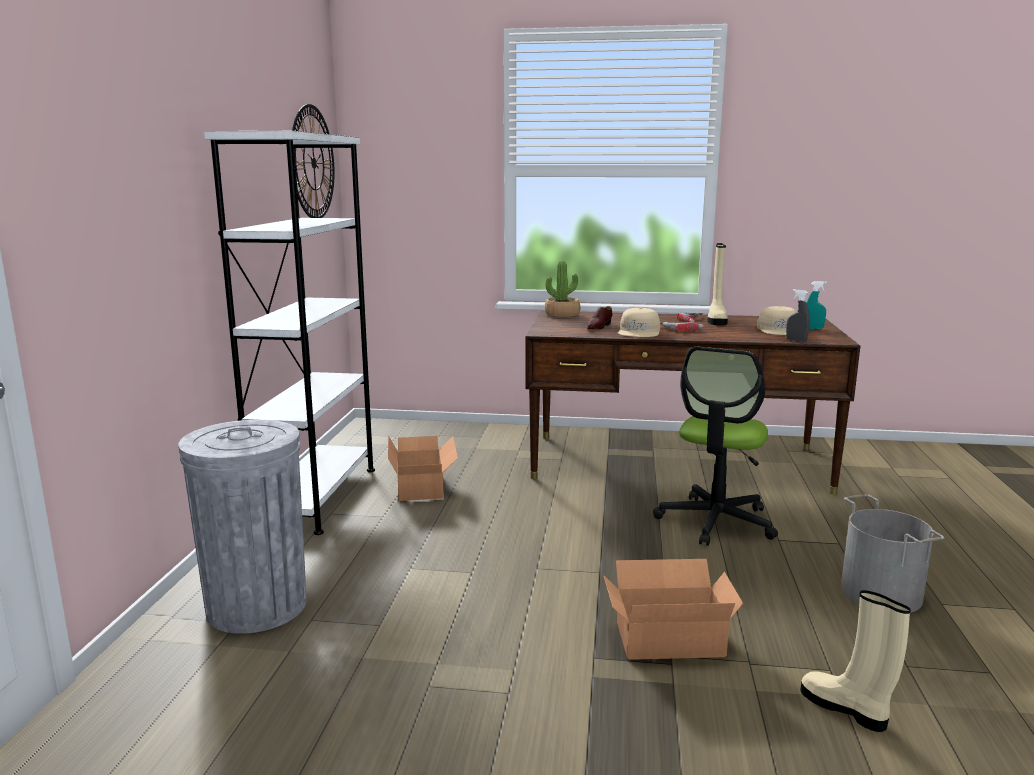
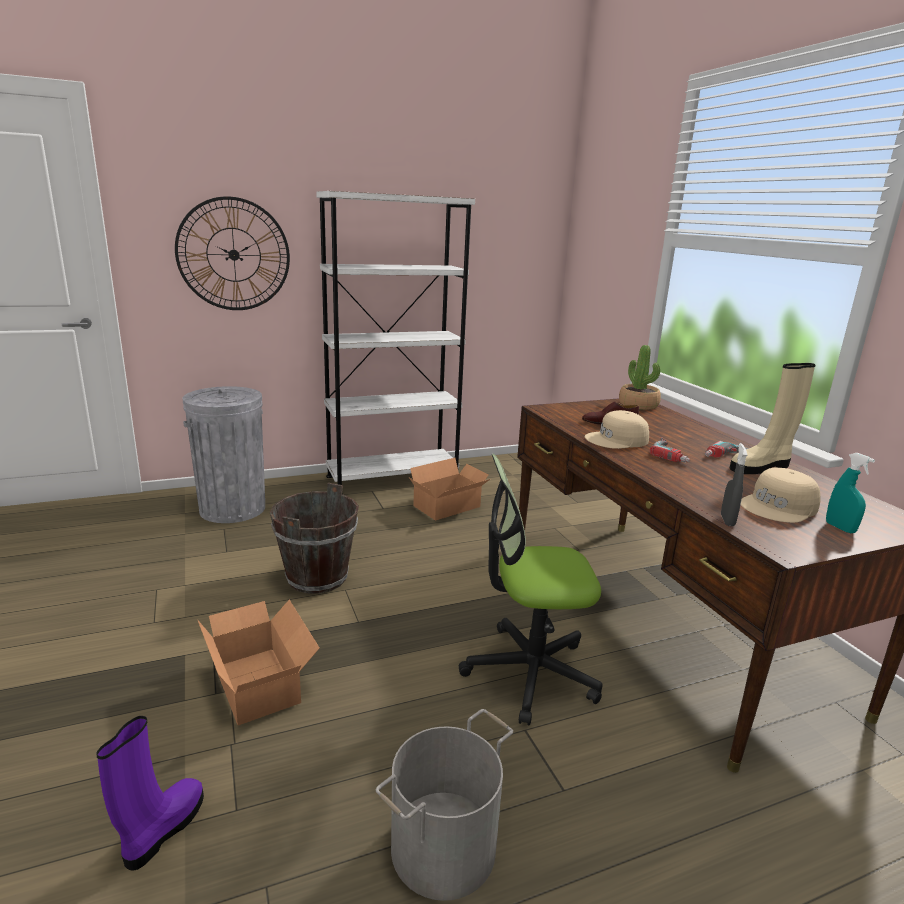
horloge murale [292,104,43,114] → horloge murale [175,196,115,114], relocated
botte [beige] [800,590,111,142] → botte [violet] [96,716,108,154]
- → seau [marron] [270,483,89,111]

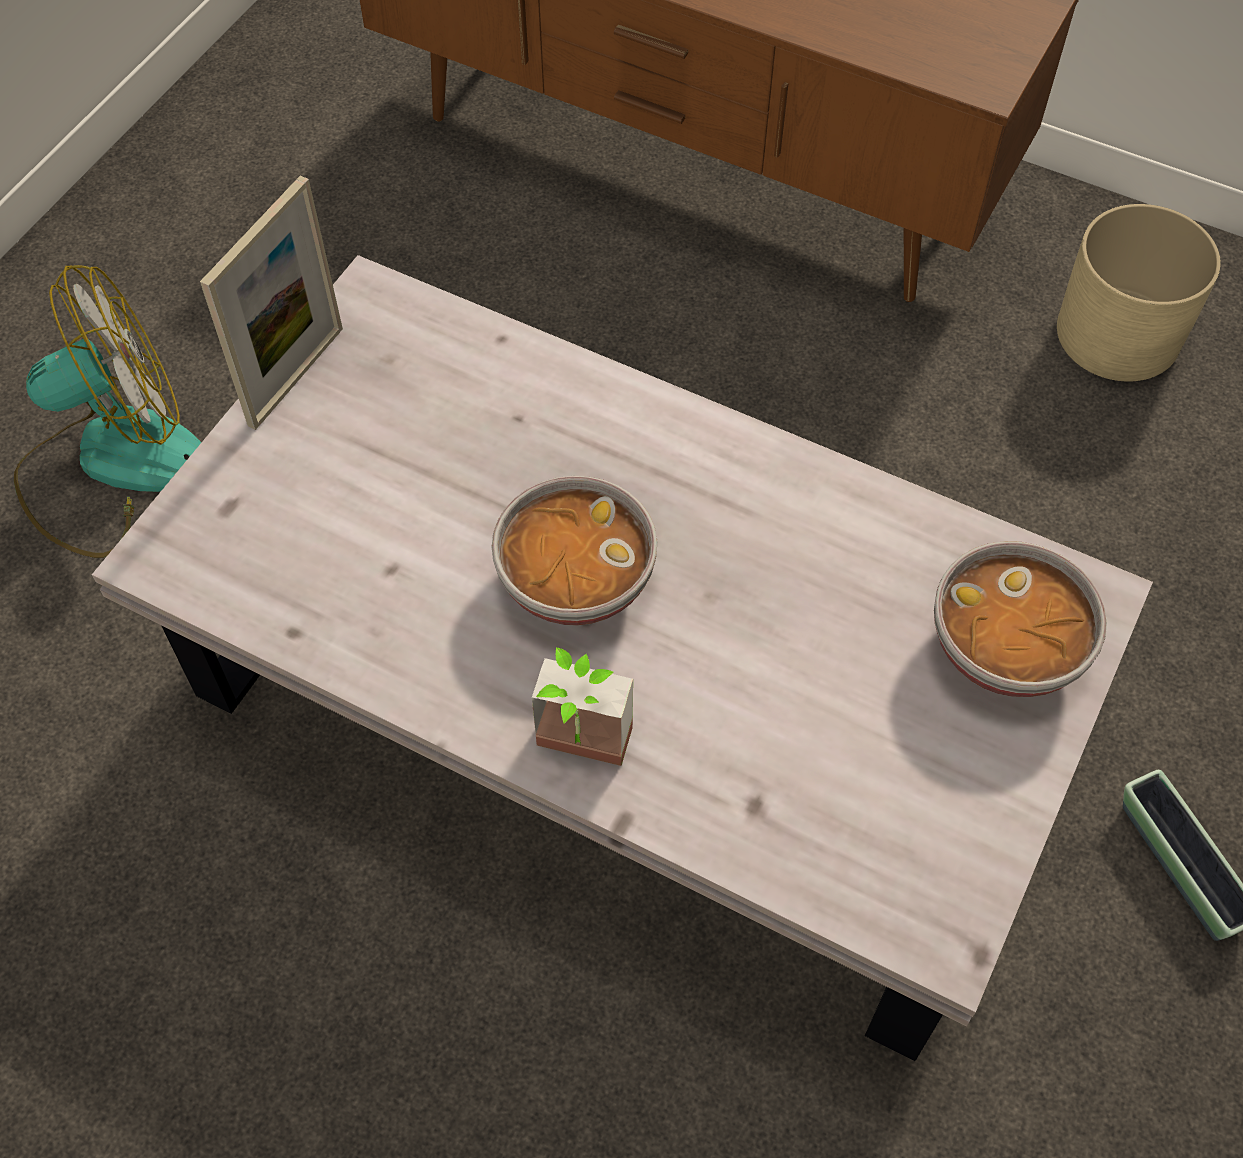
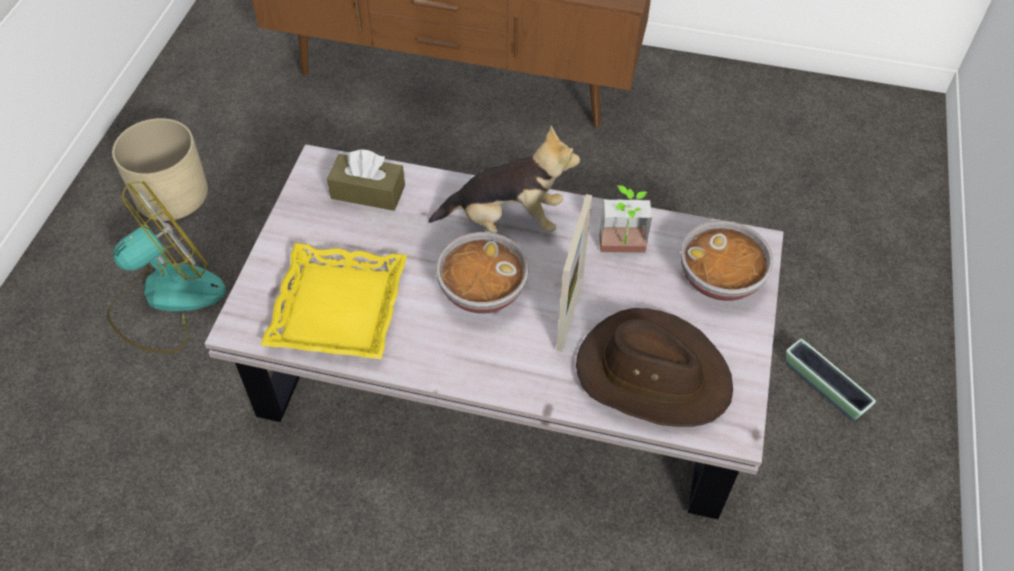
cadre photo [200,176,143,254] → cadre photo [556,194,36,158], relocated
plante en pot [532,647,101,119] → plante en pot [599,185,53,68], relocated
cache-pot [beige] [1057,204,164,178] → cache-pot [beige] [112,118,96,103], relocated
- → plateau [jaune] [261,243,146,116]
- → boîte à mouchoirs [marron] [327,149,78,62]
- → peluche [429,126,151,108]
- → chapeau [marron] [576,308,157,119]

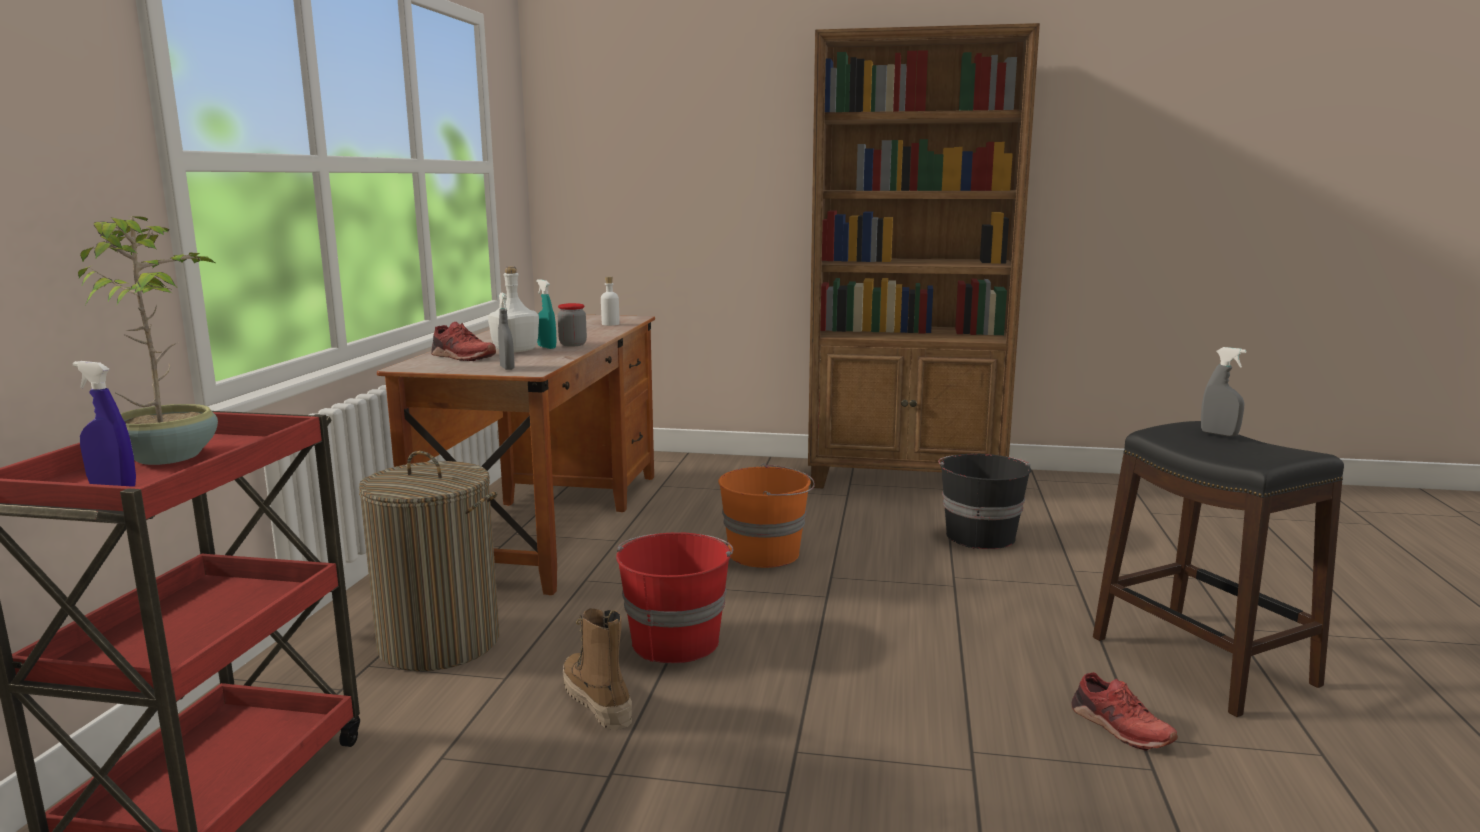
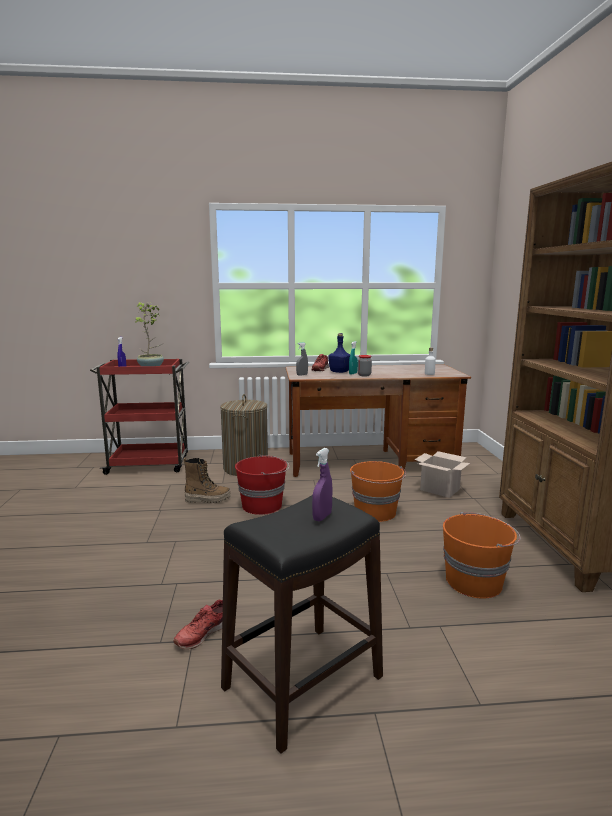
bouteille [blanc] [488,266,51,86] → bouteille [bleu] [329,333,21,40]
botte [563,608,69,122] → botte [184,458,47,45], 45 degrees clockwise
seau [noir] [938,454,93,95] → seau [orange] [443,512,77,87]
vaporisateur [gris] [1201,347,45,89] → vaporisateur [violet] [312,448,20,73]
- → carton [414,451,56,47]

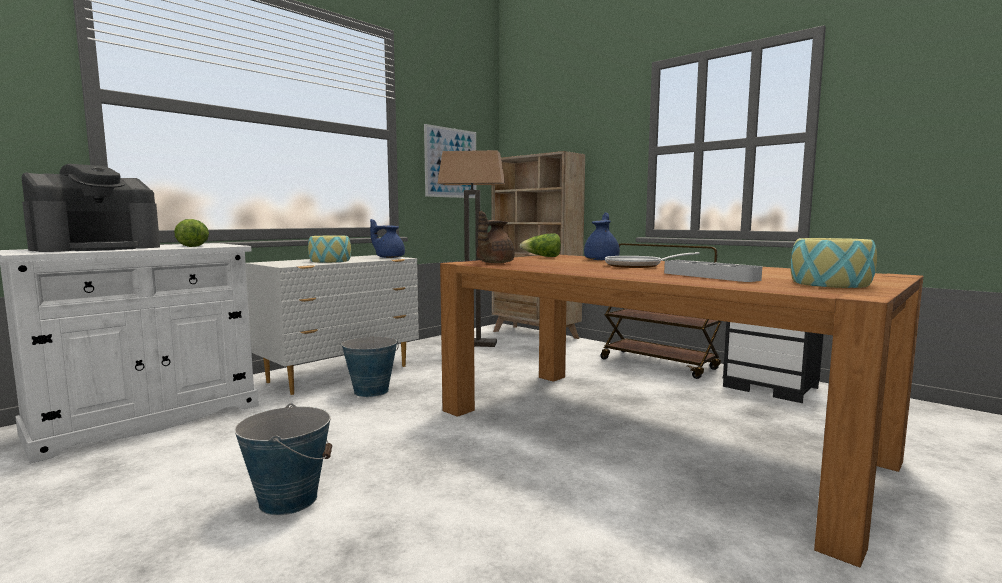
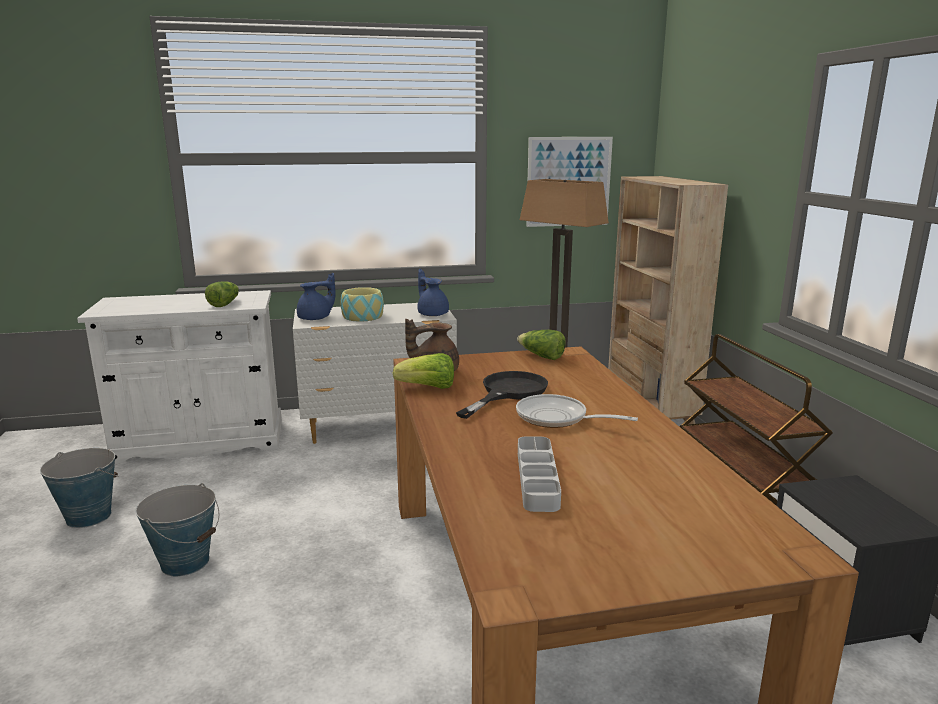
machine à café [21,164,139,88] → -
seau [341,336,58,61] → seau [40,448,79,80], relocated
théière [bleu] [584,212,36,48] → théière [bleu] [297,273,39,47], relocated
bol [791,238,86,50] → -
- → laitue [393,353,61,36]
- → poêle [noir] [456,371,92,48]

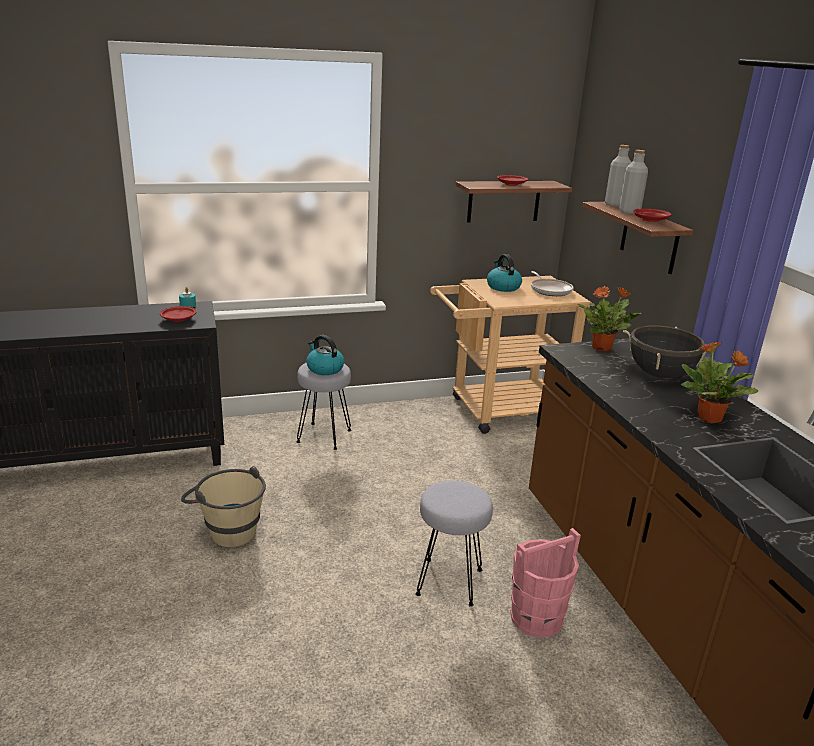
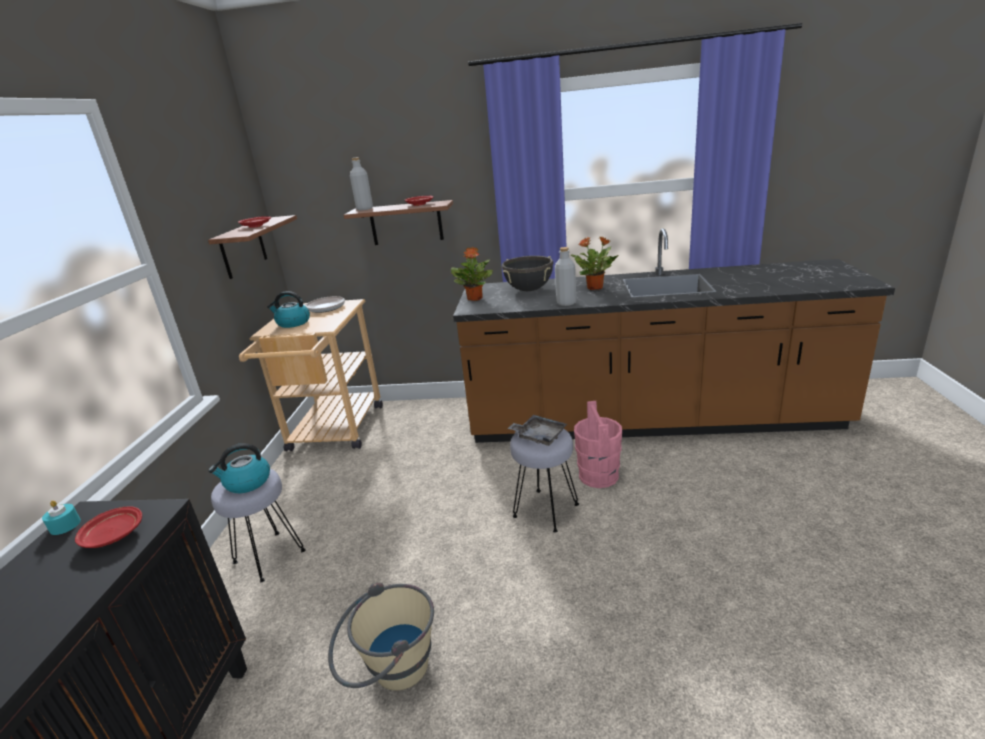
bouteille [gris] [619,150,29,64] → bouteille [gris] [555,247,21,59], relocated
- → plateau [gris] [507,415,60,31]

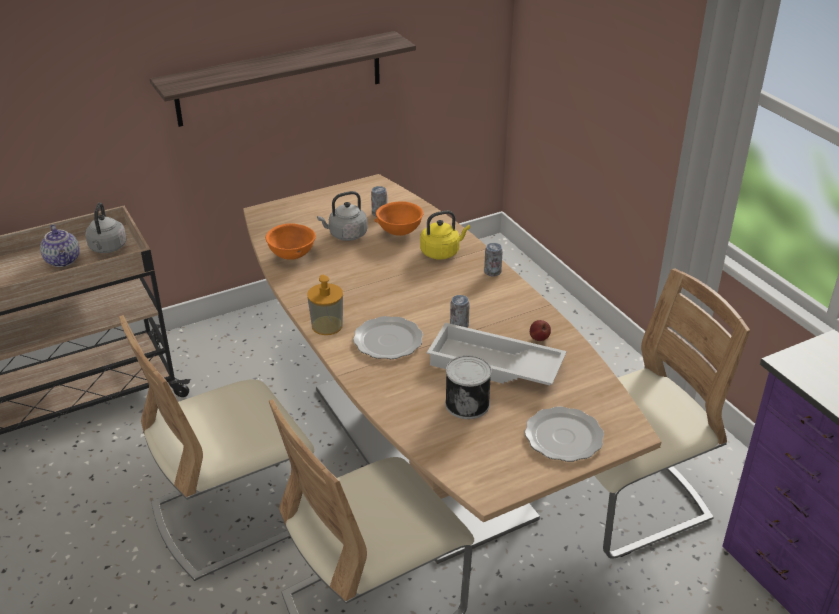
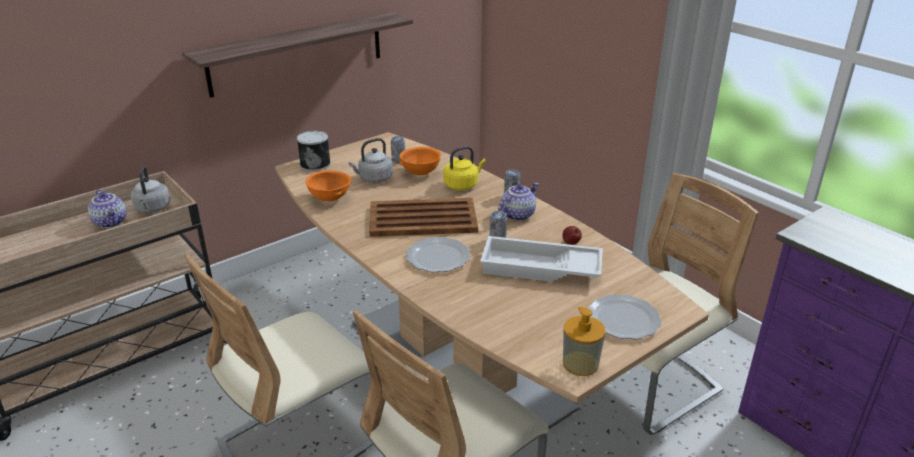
distributeur de savon [307,275,36,60] → distributeur de savon [563,307,42,69], relocated
boîte métallique [445,356,47,63] → boîte métallique [297,131,34,40], relocated
- → plateau [marron] [369,198,109,39]
- → théière [498,183,41,38]

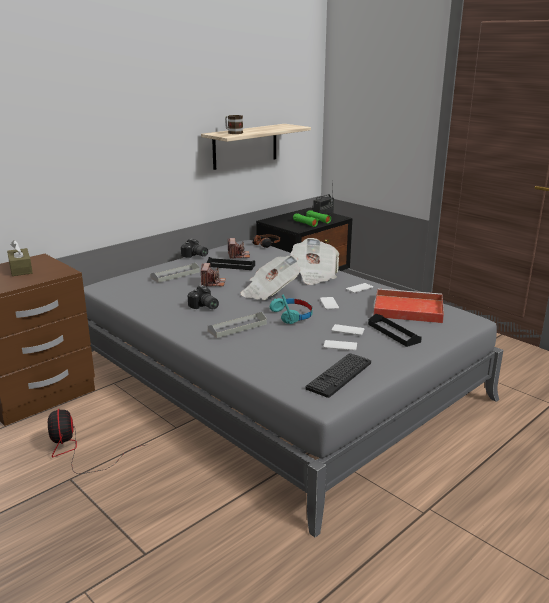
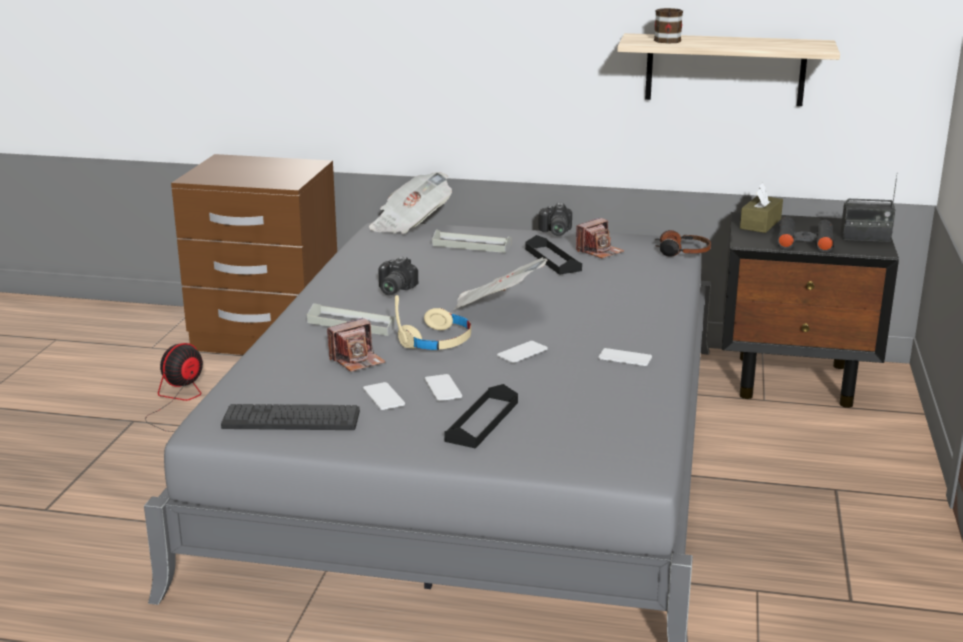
boîte à mouchoirs [marron] [7,240,26,36] → boîte à mouchoirs [marron] [740,182,43,51], relocated
appareil photo [201,263,25,23] → appareil photo [327,318,59,54], relocated
casque audio [turquoise] [269,294,44,30] → casque audio [beige] [395,295,76,55]
journal [290,238,49,47] → journal [369,172,83,62], relocated
jumelles [vert] [293,210,38,17] → jumelles [noir] [777,217,57,35]
plateau [rouge] [374,289,70,34] → -

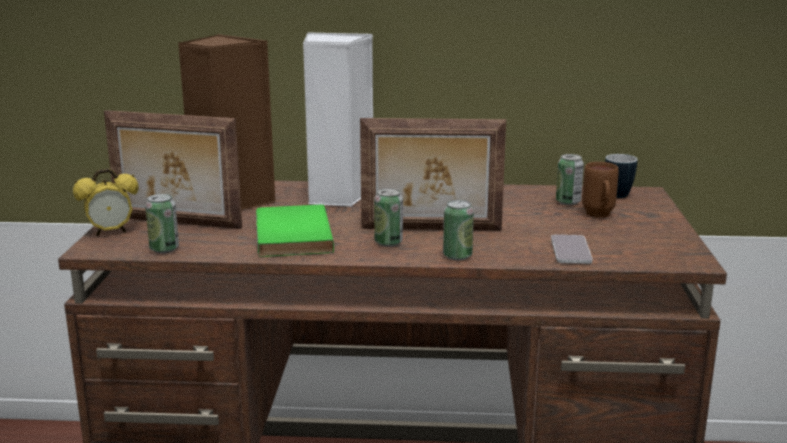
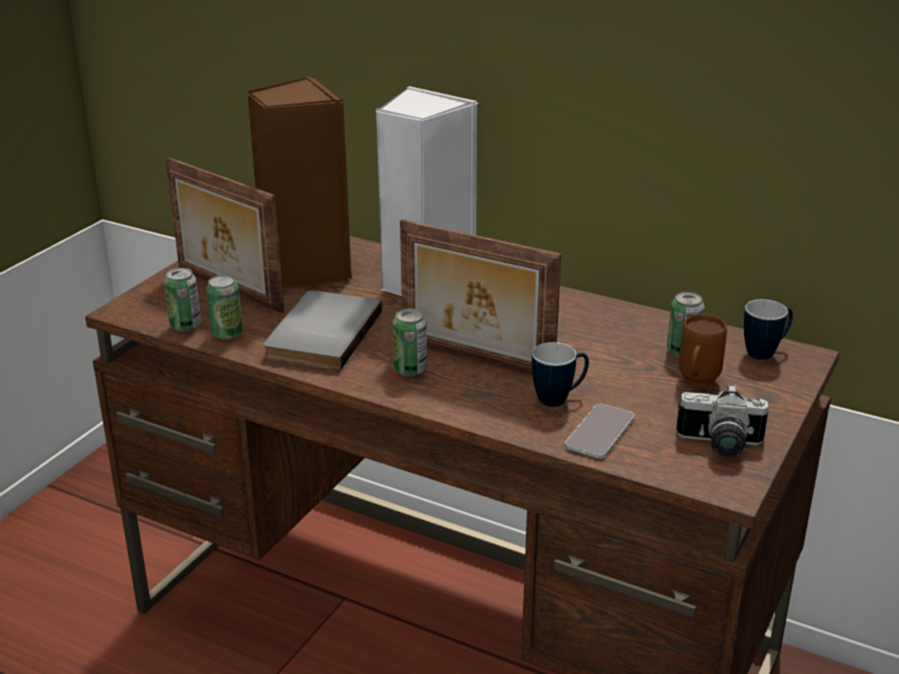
réveil [73,168,66,68] → -
livre [vert] [256,204,78,53] → livre [gris] [263,290,119,81]
boîte métallique [443,200,31,60] → boîte métallique [206,275,37,64], relocated
- → mug [532,342,57,65]
- → appareil photo [676,384,92,74]

